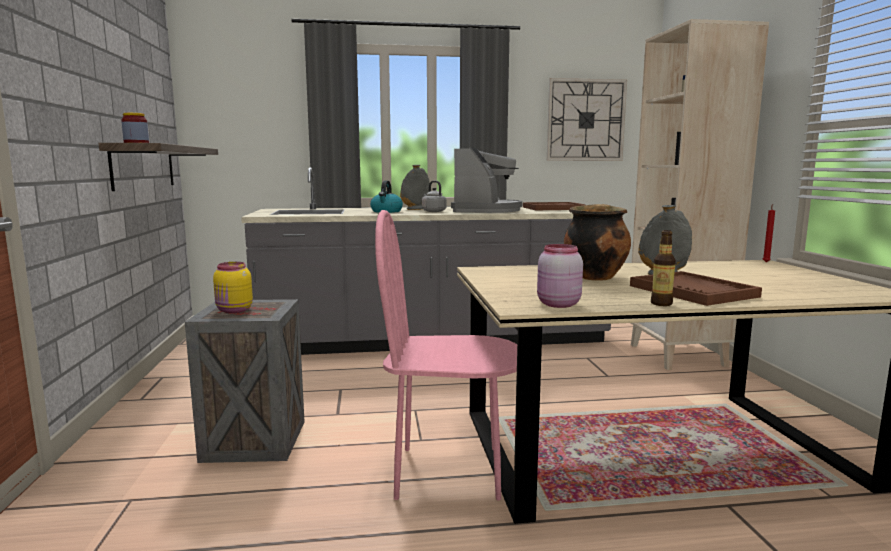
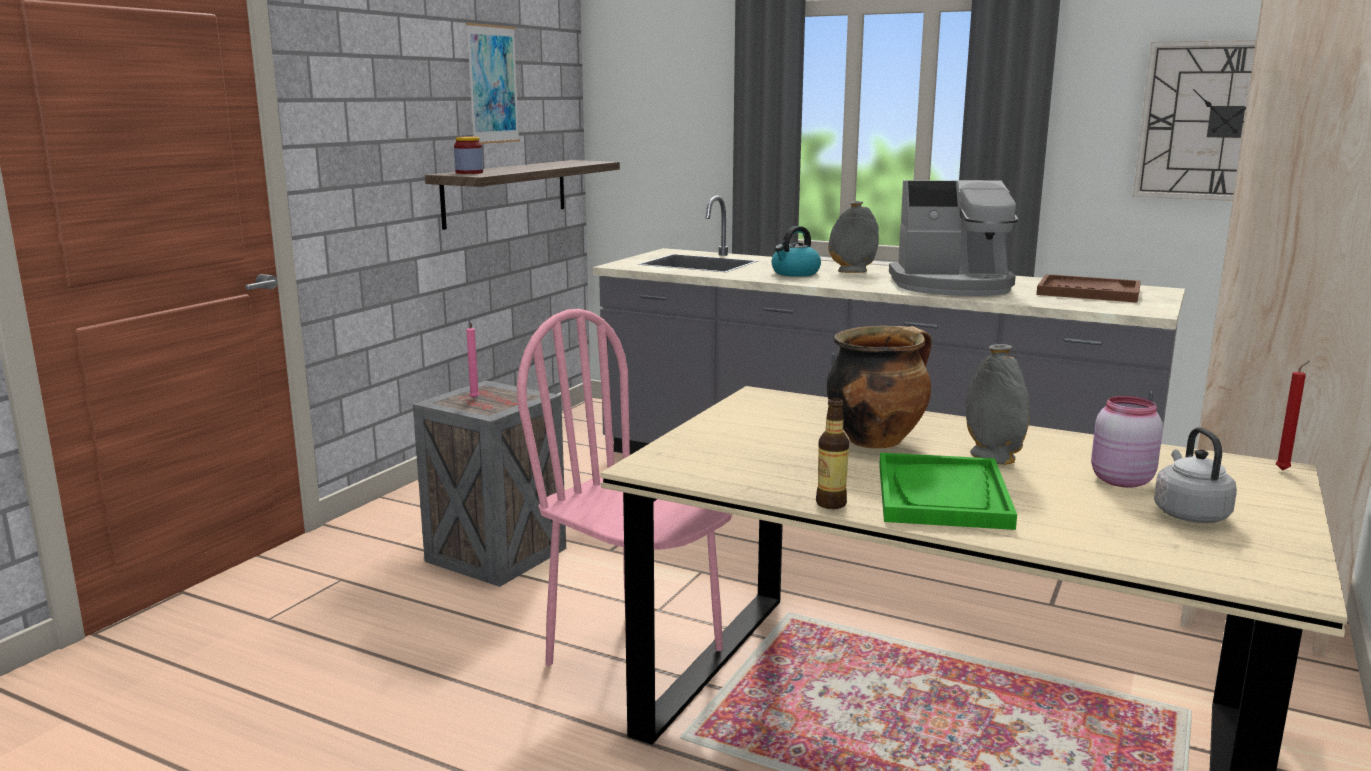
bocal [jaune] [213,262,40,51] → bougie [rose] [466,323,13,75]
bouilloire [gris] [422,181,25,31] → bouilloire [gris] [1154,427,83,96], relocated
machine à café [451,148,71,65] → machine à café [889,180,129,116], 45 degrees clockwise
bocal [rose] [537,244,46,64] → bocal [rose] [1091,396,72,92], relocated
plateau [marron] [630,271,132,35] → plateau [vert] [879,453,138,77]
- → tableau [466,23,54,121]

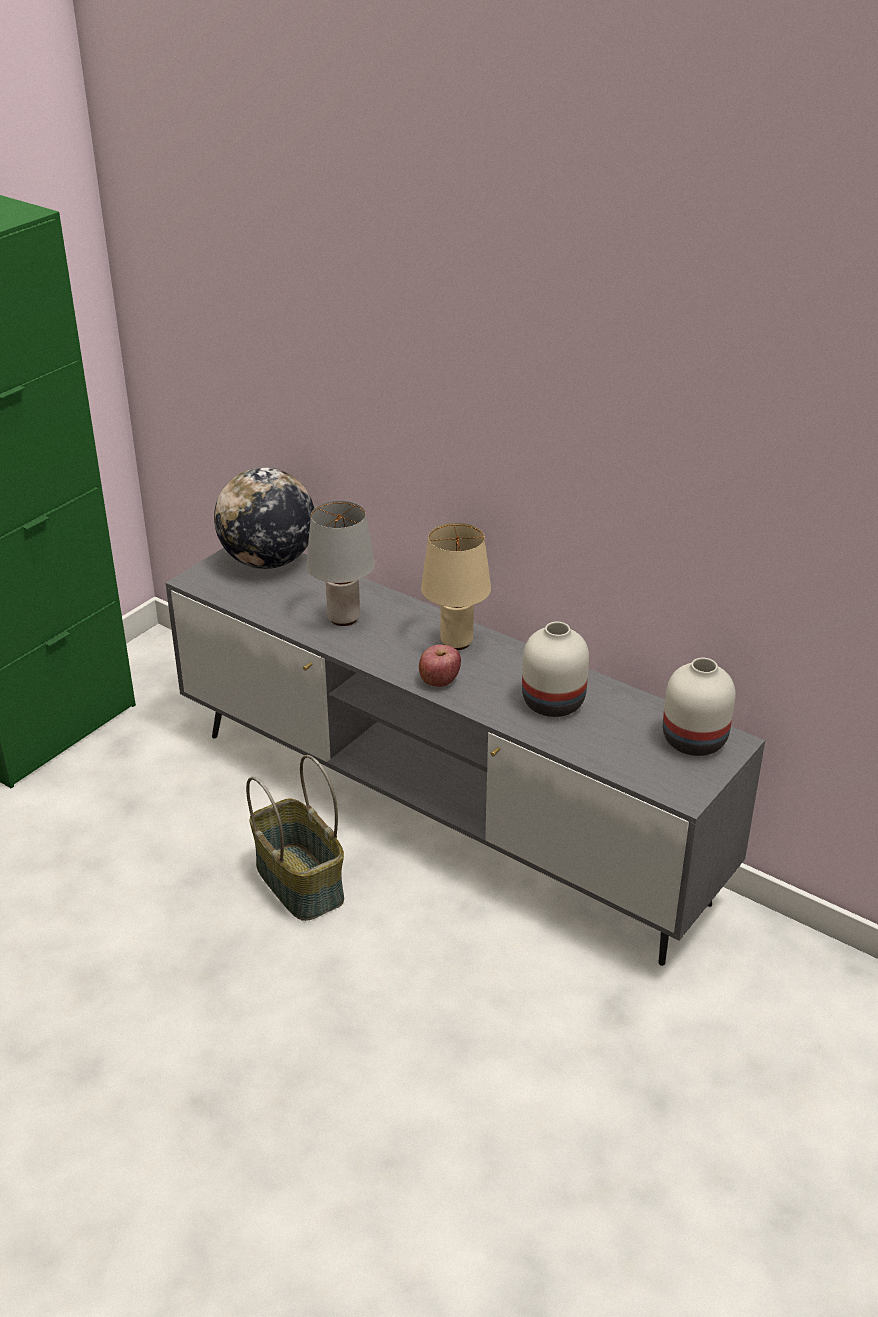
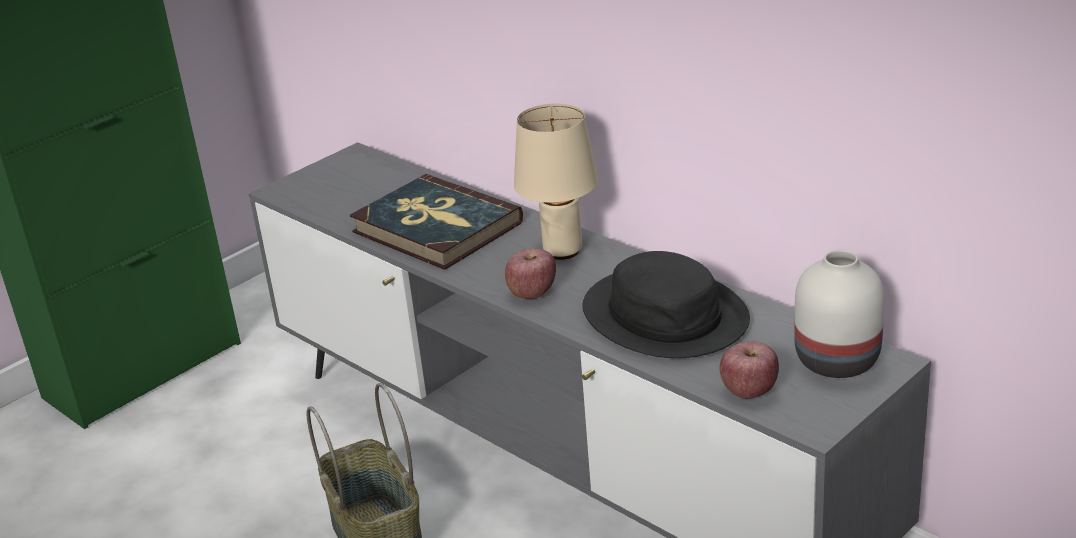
globe [214,467,100,102] → -
lampe de table [gris] [306,501,69,125] → livre [350,174,173,96]
vase [blanc] [522,622,67,95] → chapeau [noir] [582,251,168,107]
- → pomme [720,341,59,58]

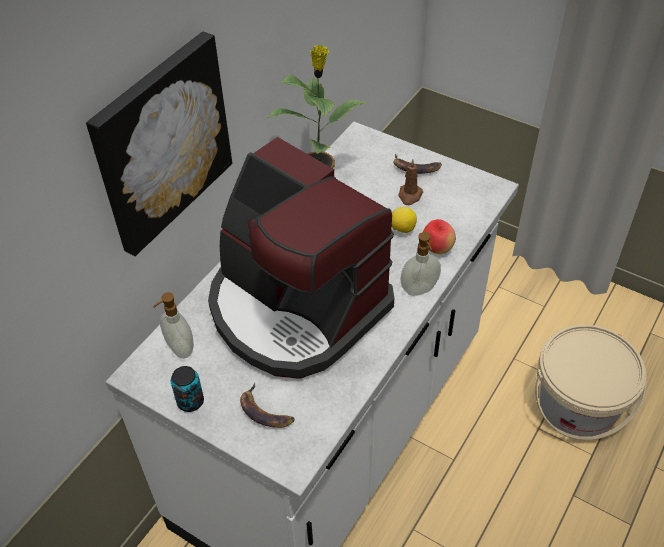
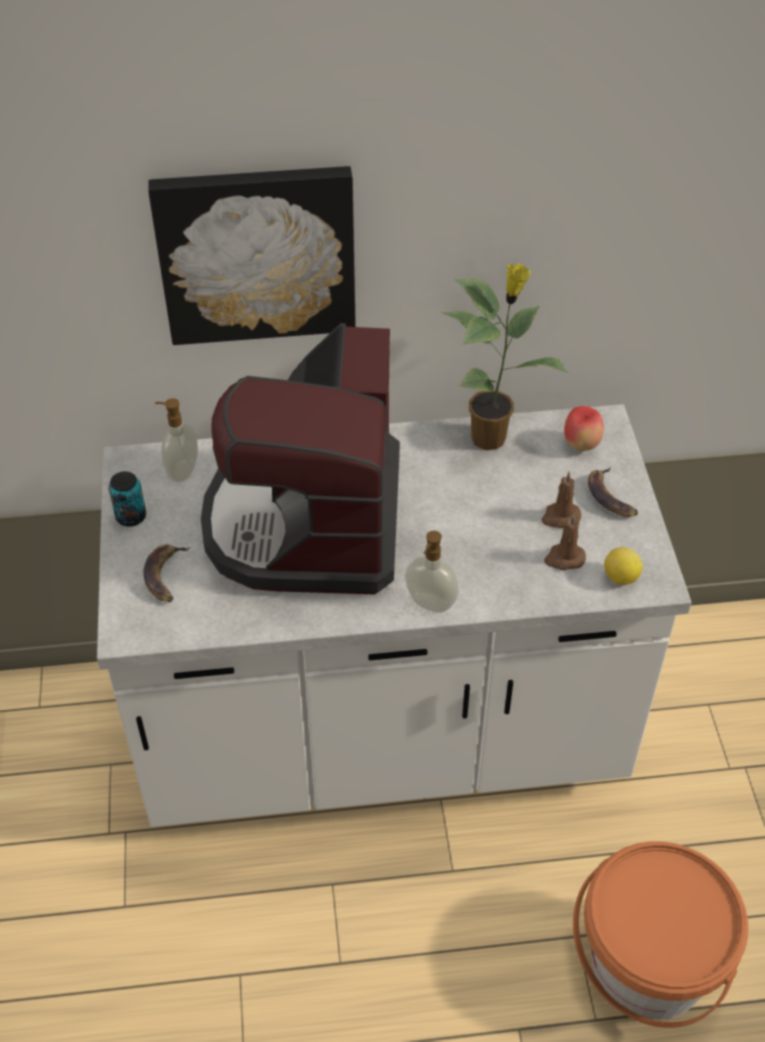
citron [392,207,25,26] → citron [604,547,39,38], relocated
pomme [423,219,33,35] → pomme [564,406,40,45], relocated
seau [beige] [535,325,112,115] → seau [orange] [573,841,175,187]
- → bougie [marron] [544,513,42,57]

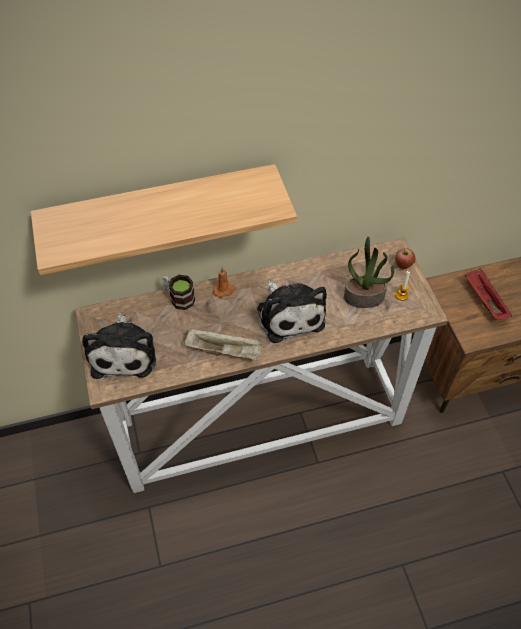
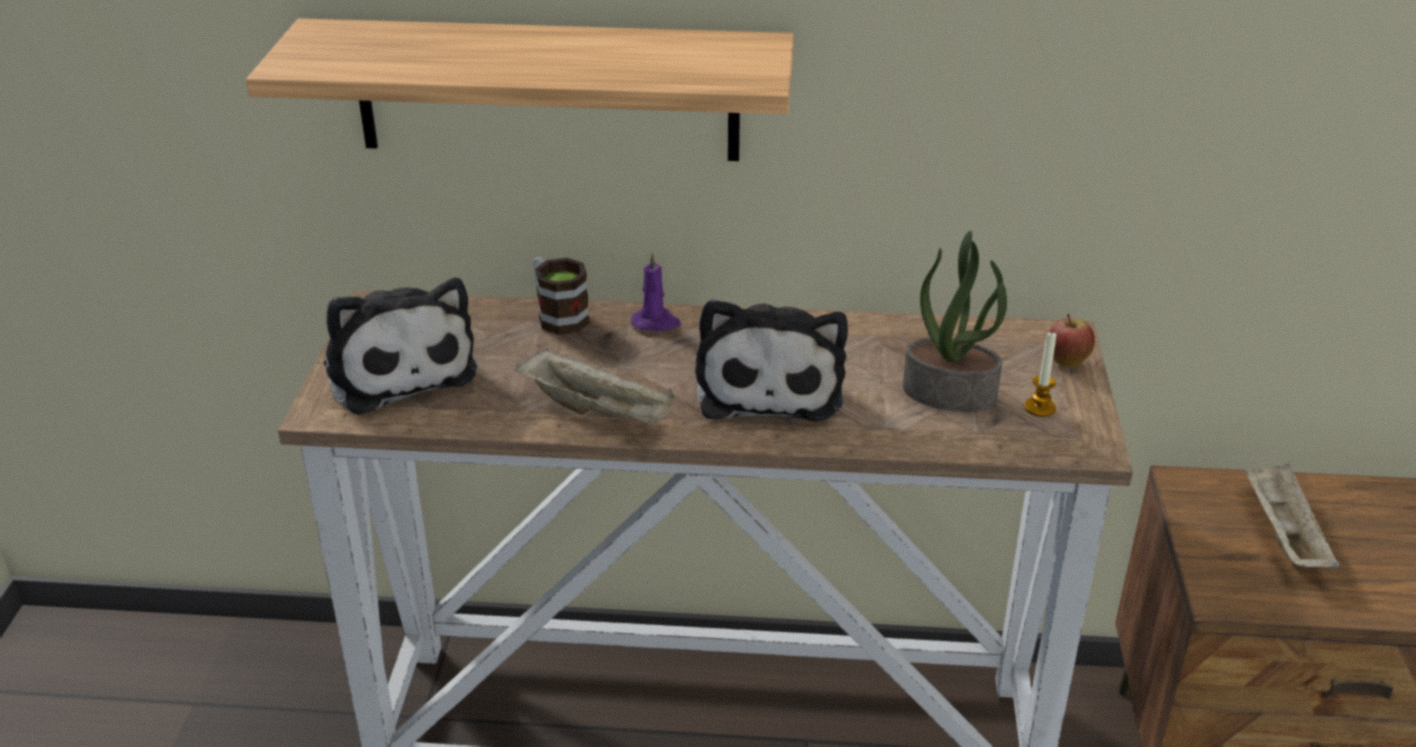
peluche [82,313,74,66] → peluche [323,278,155,137], 45 degrees counterclockwise
bougie [orange] [213,267,23,30] → bougie [violet] [631,252,50,79]
plateau [rouge] [465,268,47,52] → plateau [beige] [1244,463,95,105]

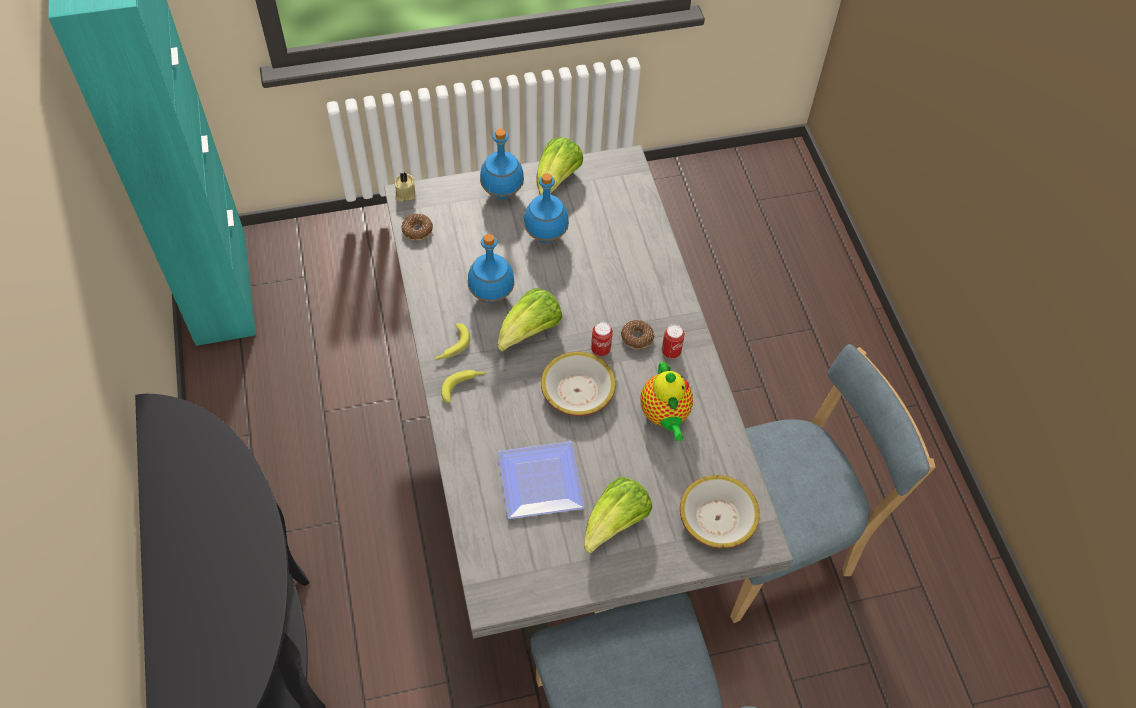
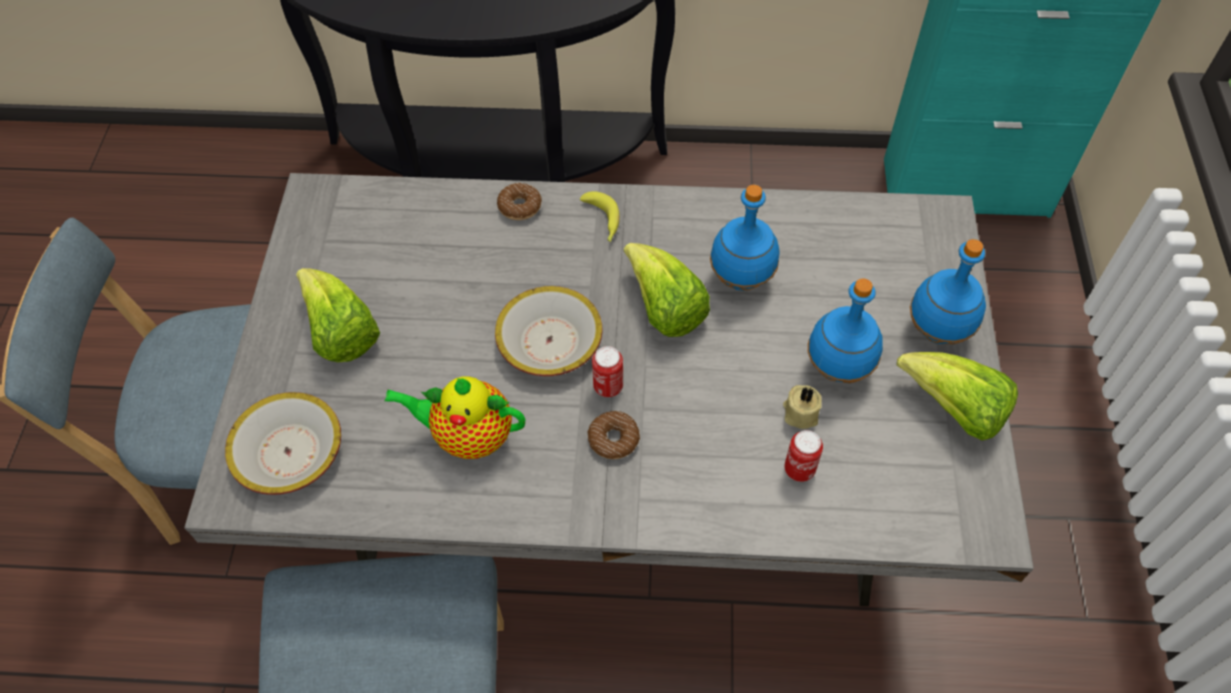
bougie [beige] [395,173,20,29] → bougie [beige] [783,385,39,44], relocated
beignet [401,213,32,27] → beignet [497,183,45,37], relocated
banane [434,323,36,37] → -
assiette [498,441,87,78] → -
boîte métallique [662,324,23,35] → boîte métallique [784,430,39,52], relocated

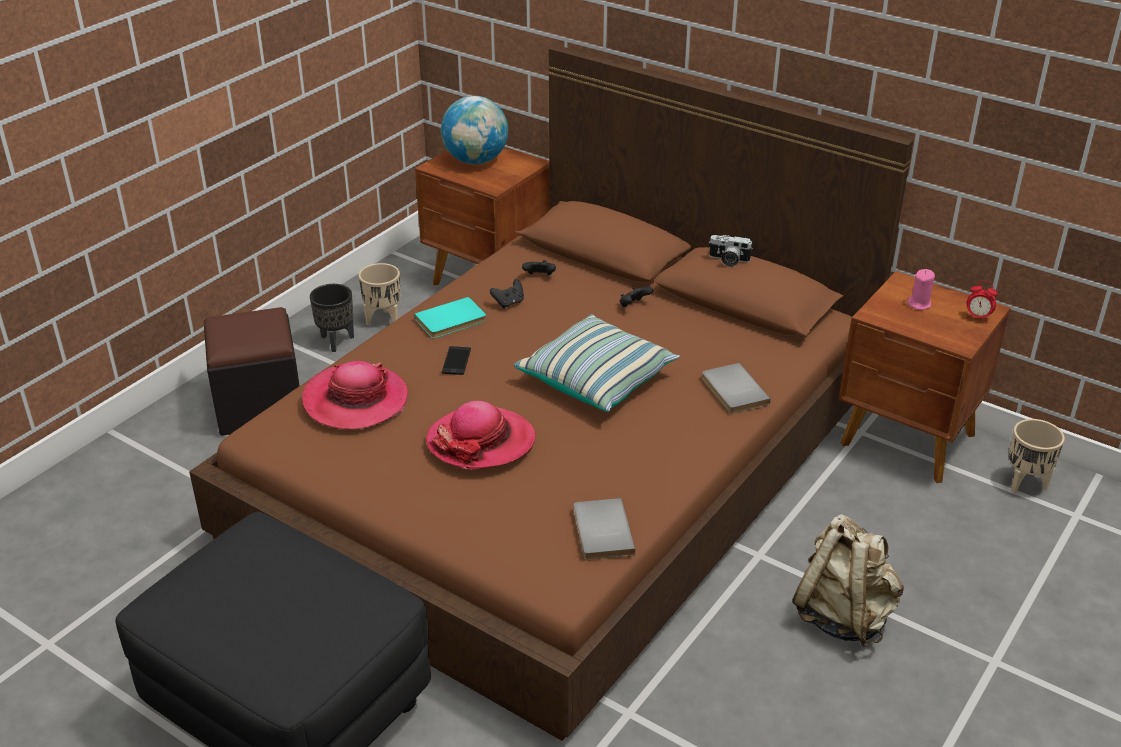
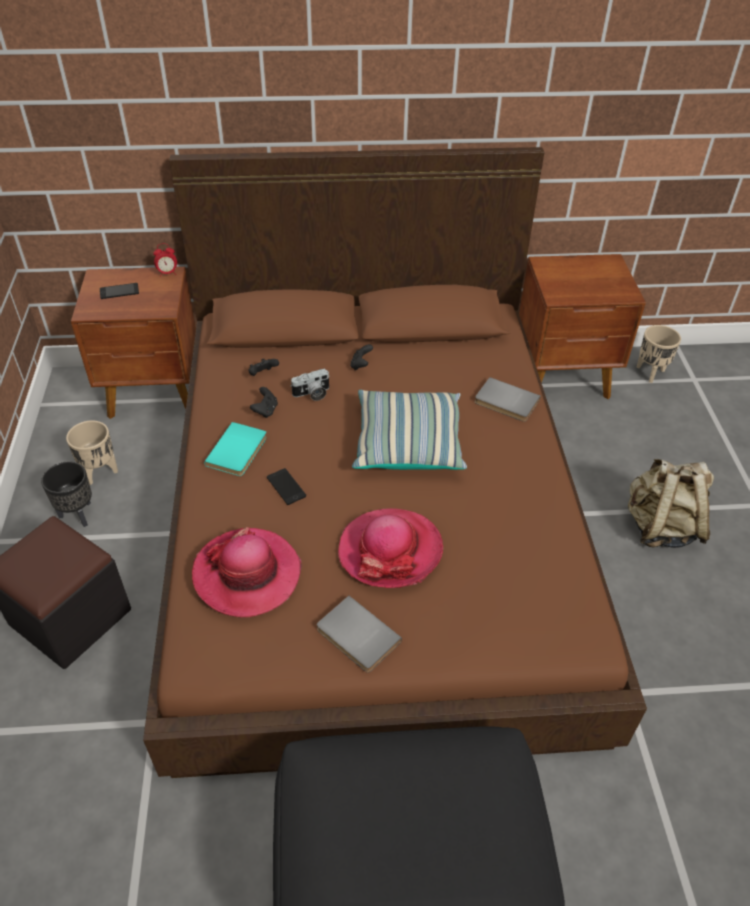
globe [441,96,67,68] → téléphone [100,283,39,16]
livre [gris] [574,498,61,62] → livre [gris] [317,596,85,77], relocated
appareil photo [709,235,44,32] → appareil photo [290,369,40,32], relocated
bougie [rose] [907,269,28,41] → -
réveil [967,281,31,42] → réveil [153,243,24,34], relocated

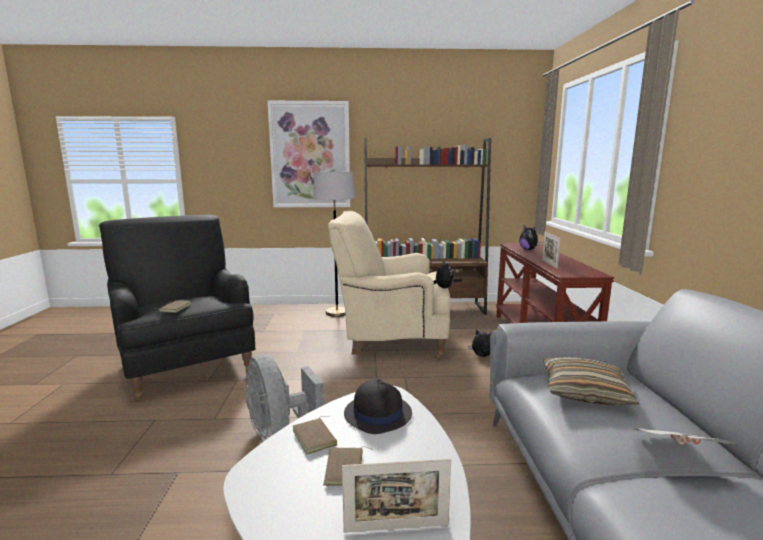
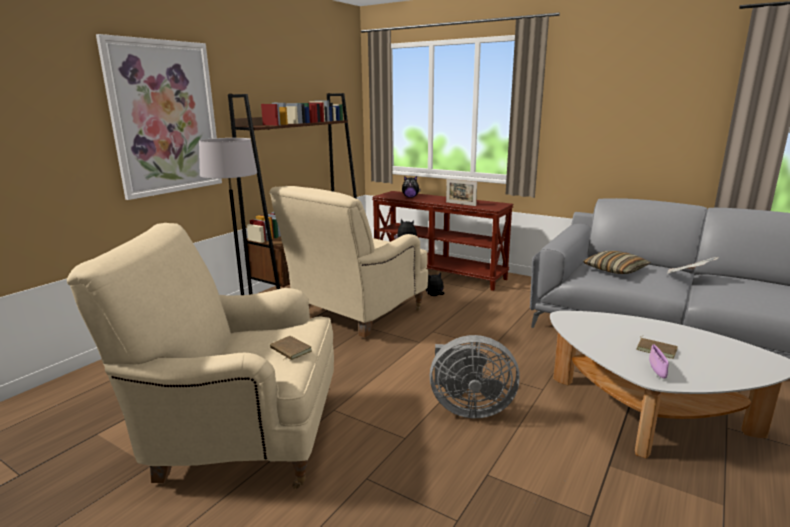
fauteuil [noir] [99,215,156,185] → fauteuil [beige] [67,223,267,266]
livre [marron] [293,416,44,38] → -
cadre photo [342,459,109,74] → -
chapeau [noir] [344,379,68,55] → -
- → bol [violet] [649,344,20,35]

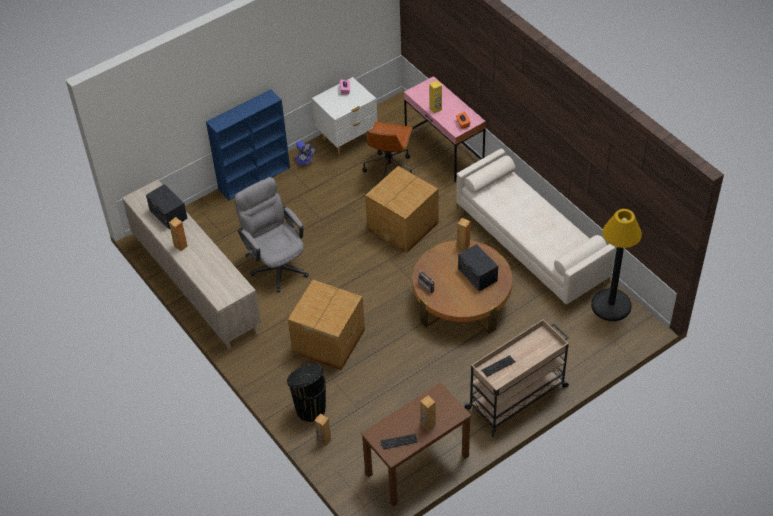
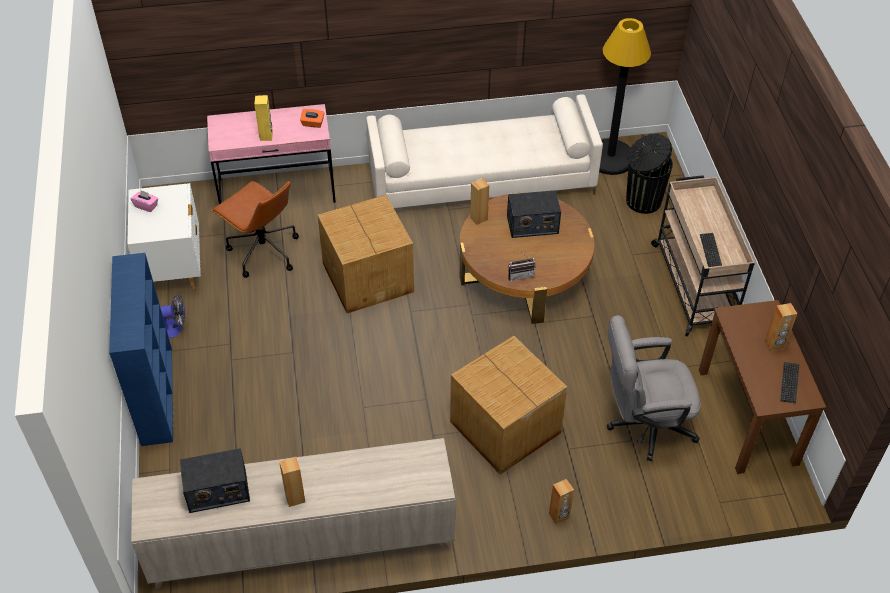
chaise de bureau [gris] [234,177,75,116] → chaise de bureau [gris] [607,315,94,146], relocated
poubelle [noir] [287,363,39,59] → poubelle [noir] [626,133,47,81], relocated
enceinte [marron] [314,414,17,33] → enceinte [marron] [549,479,25,46], relocated

